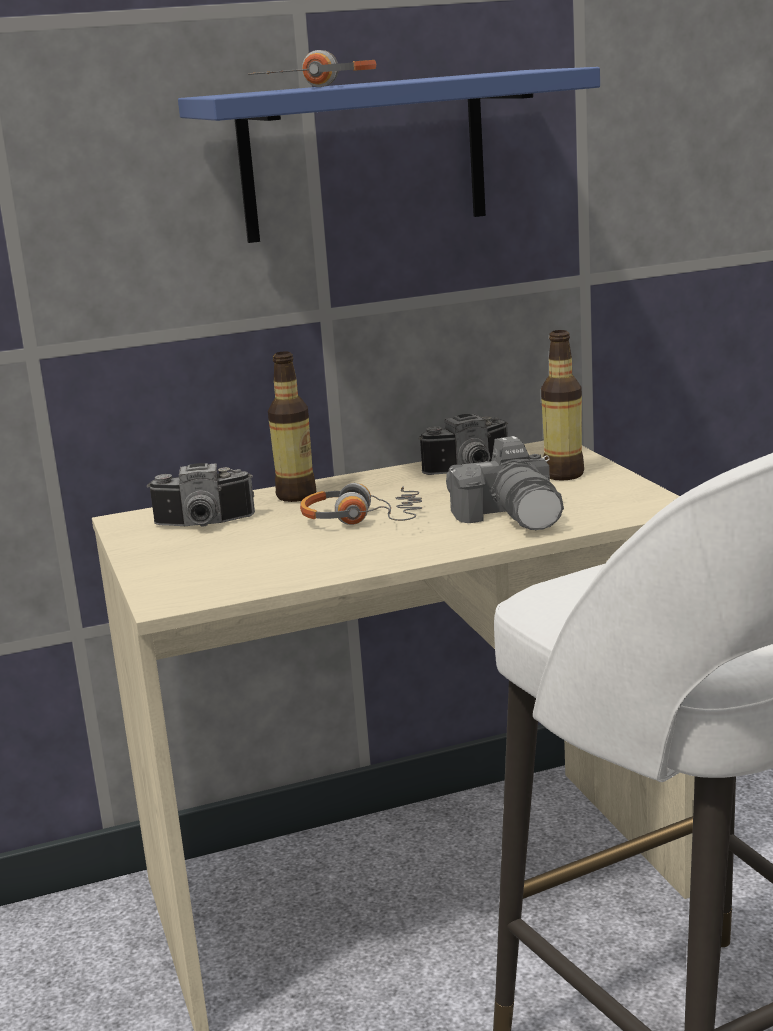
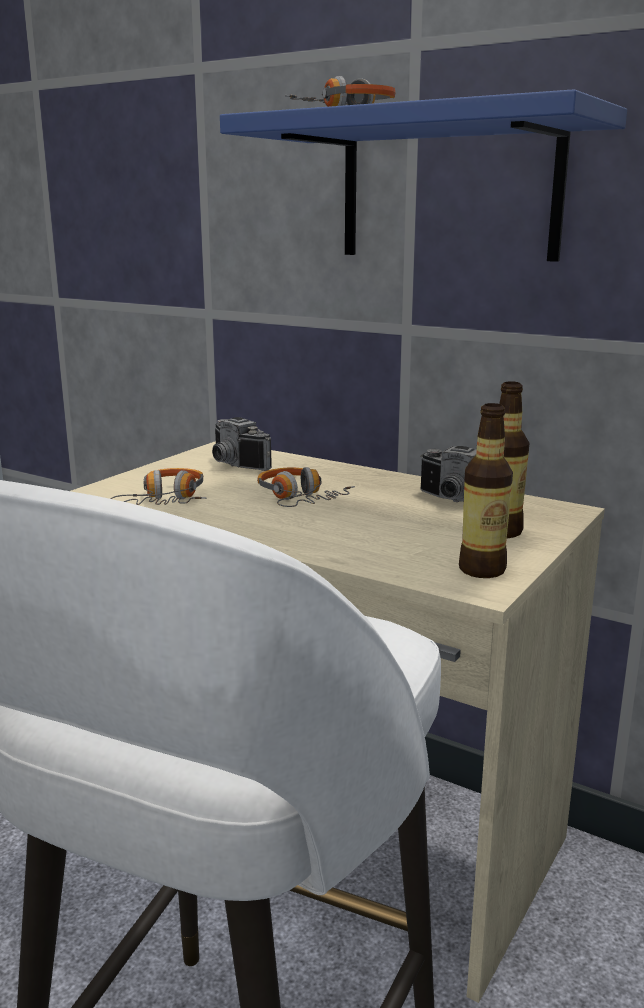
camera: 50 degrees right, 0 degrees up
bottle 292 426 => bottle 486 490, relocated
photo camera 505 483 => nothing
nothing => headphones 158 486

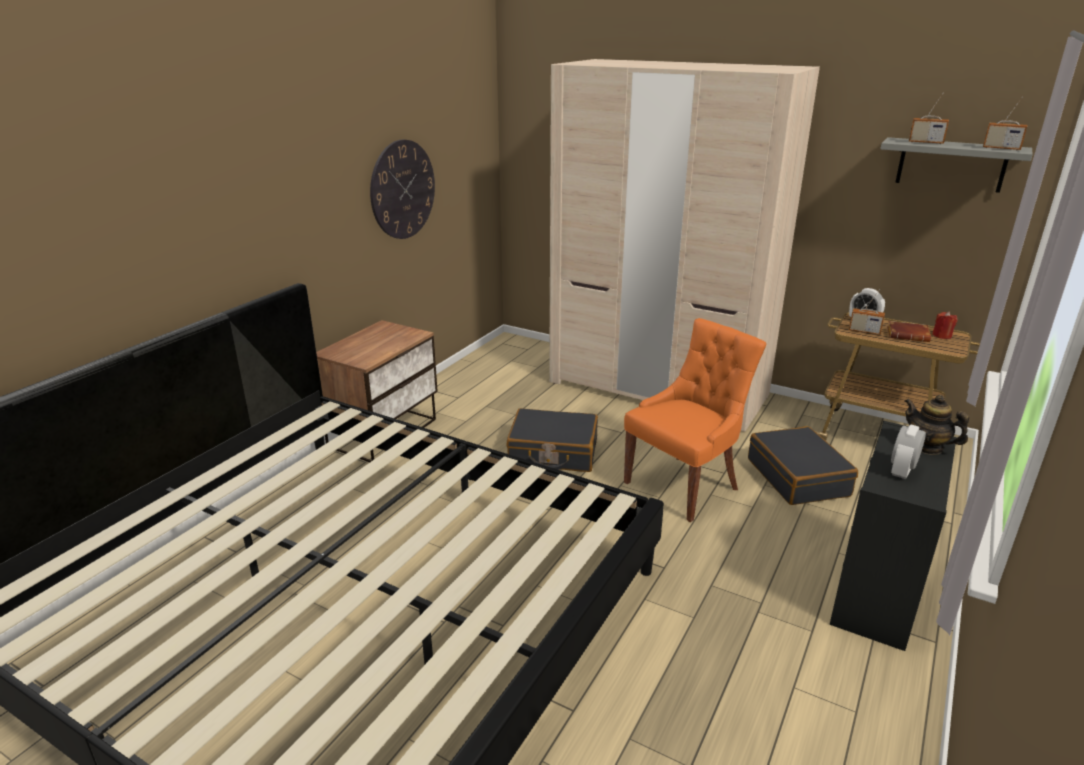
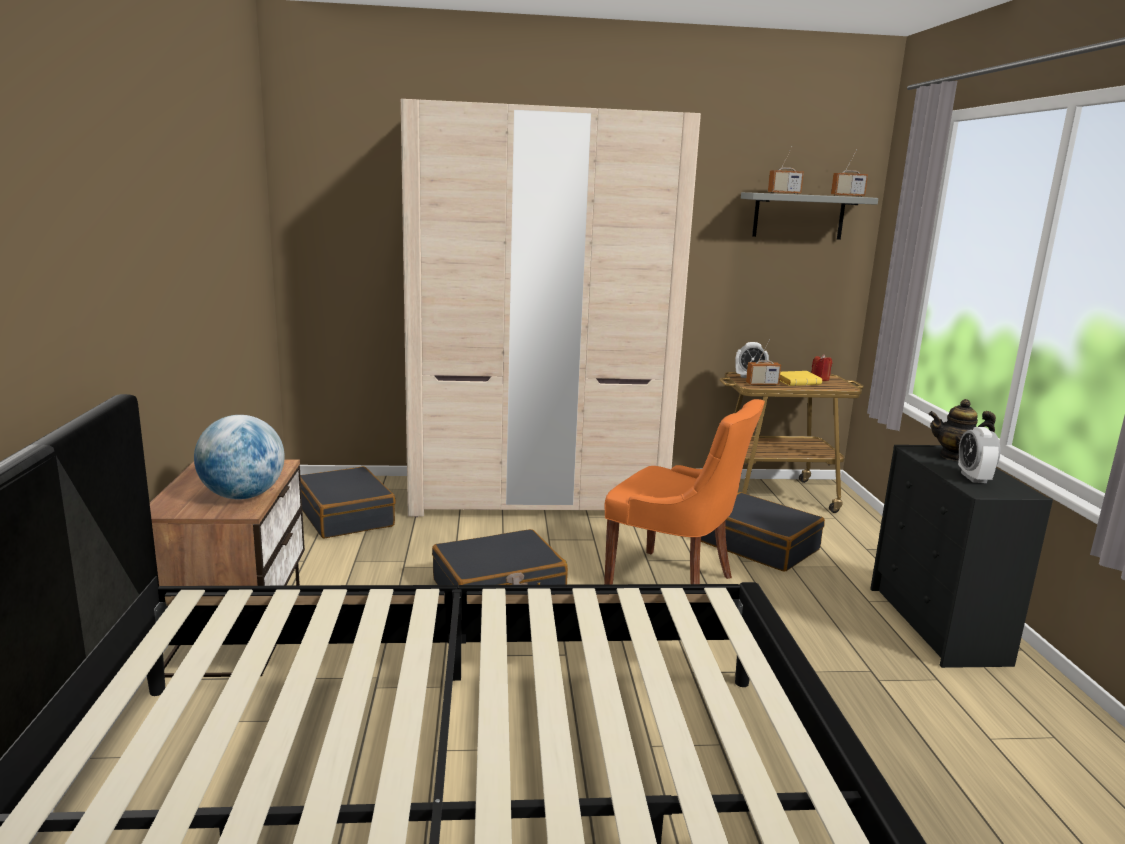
camera: 35 degrees left, 10 degrees down
wall clock 402 189 => nothing
orange chair 695 420 => orange chair 684 491, 105 degrees clockwise
brown book 909 331 => yellow book 800 378
nothing => globe 239 457
nothing => black suitcase 348 502

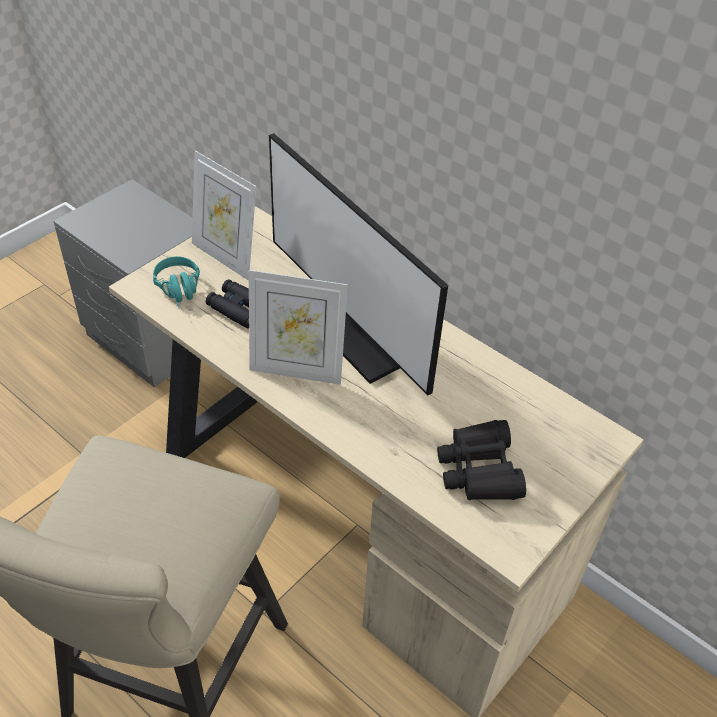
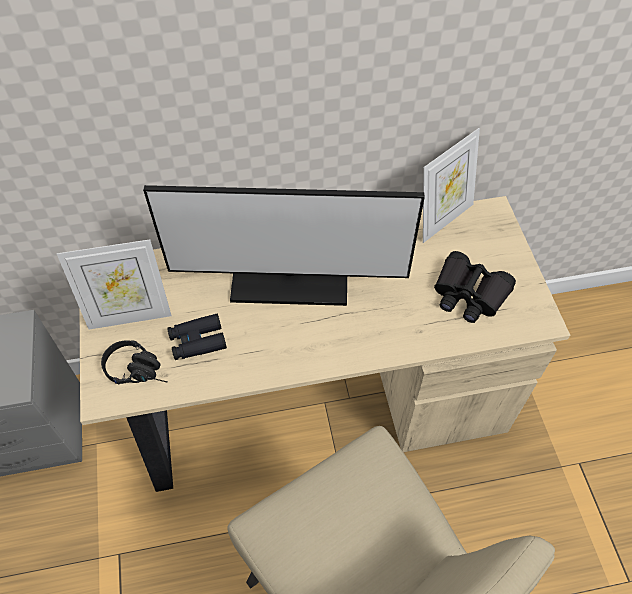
camera: 50 degrees left, 10 degrees up
turquoise headphones 176 282 => black headphones 134 362
picture frame 298 327 => picture frame 451 185, relocated

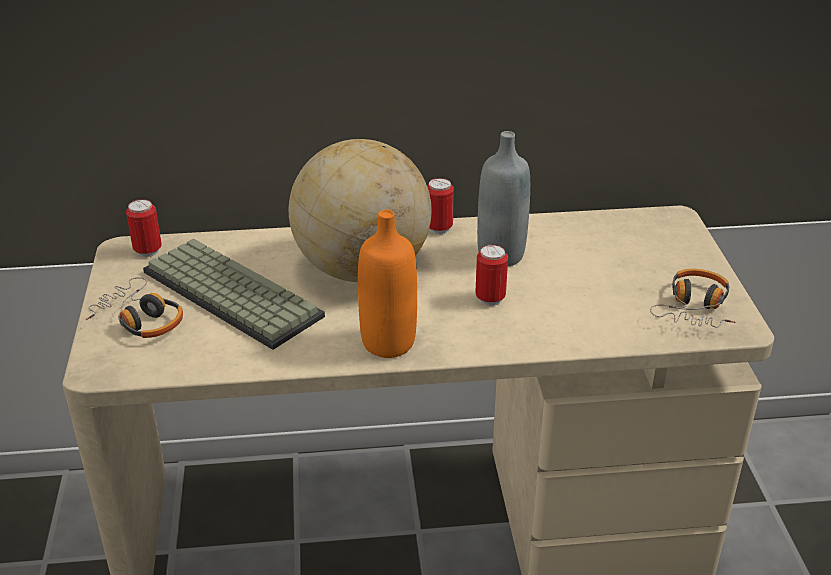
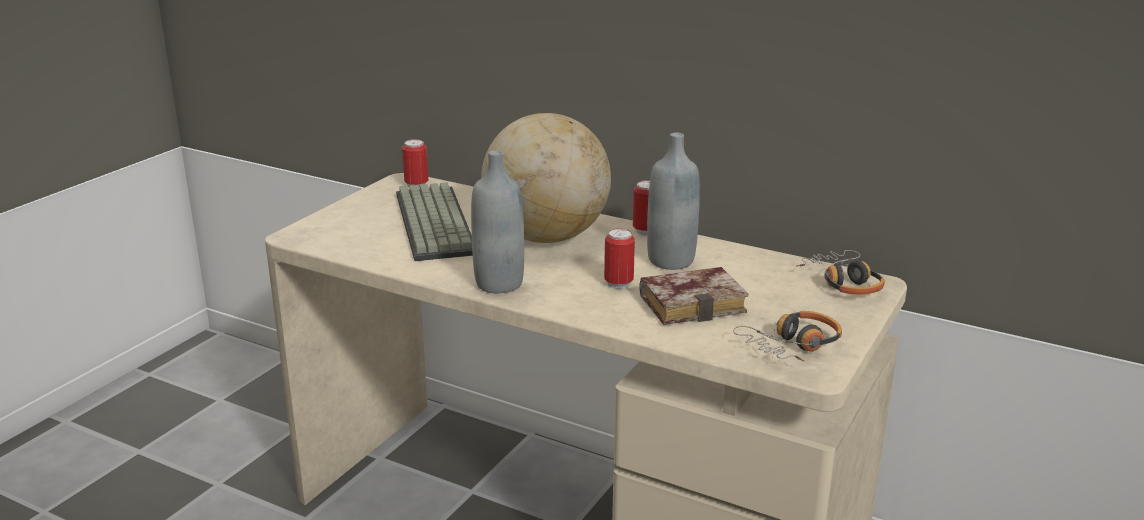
camera: 35 degrees right, 10 degrees down
headphones 134 307 => headphones 840 272, relocated
orange bottle 387 284 => grey bottle 497 221
nothing => book 693 296

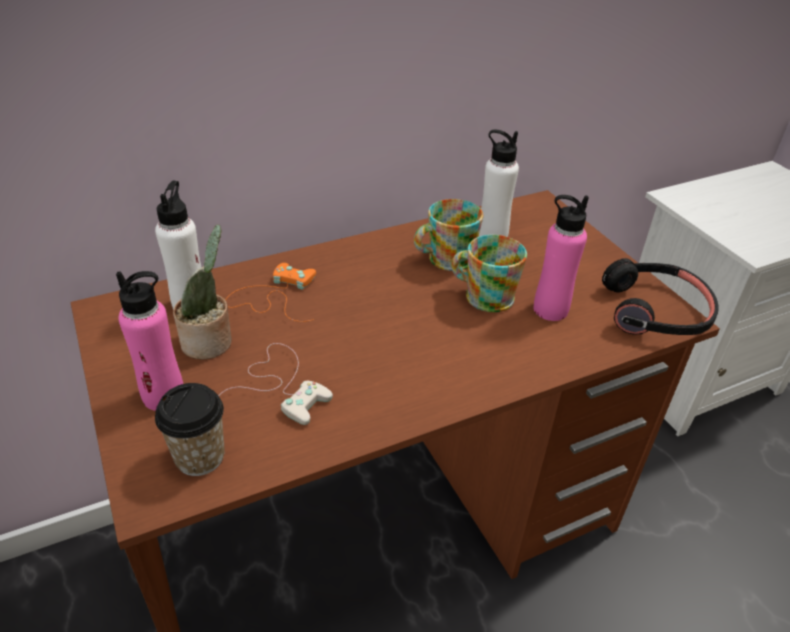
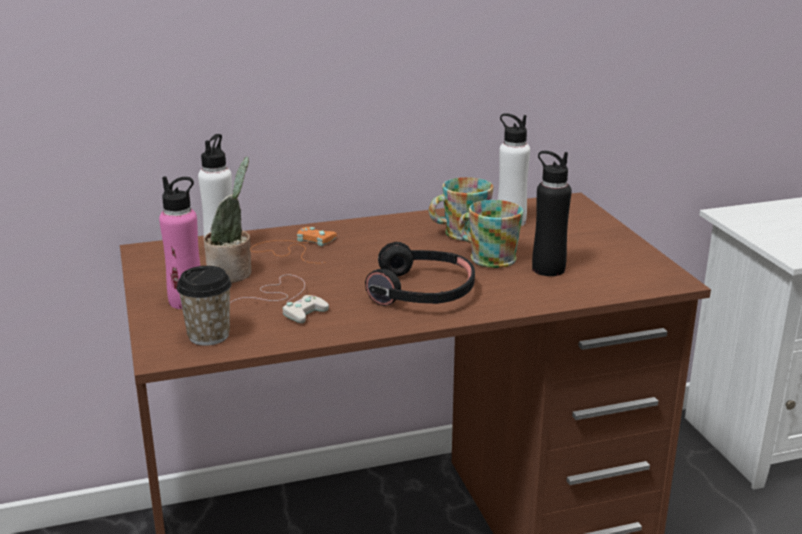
camera: 10 degrees right, 15 degrees down
pink bottle 561 258 => black bottle 552 213
black headphones 660 296 => black headphones 420 274, relocated

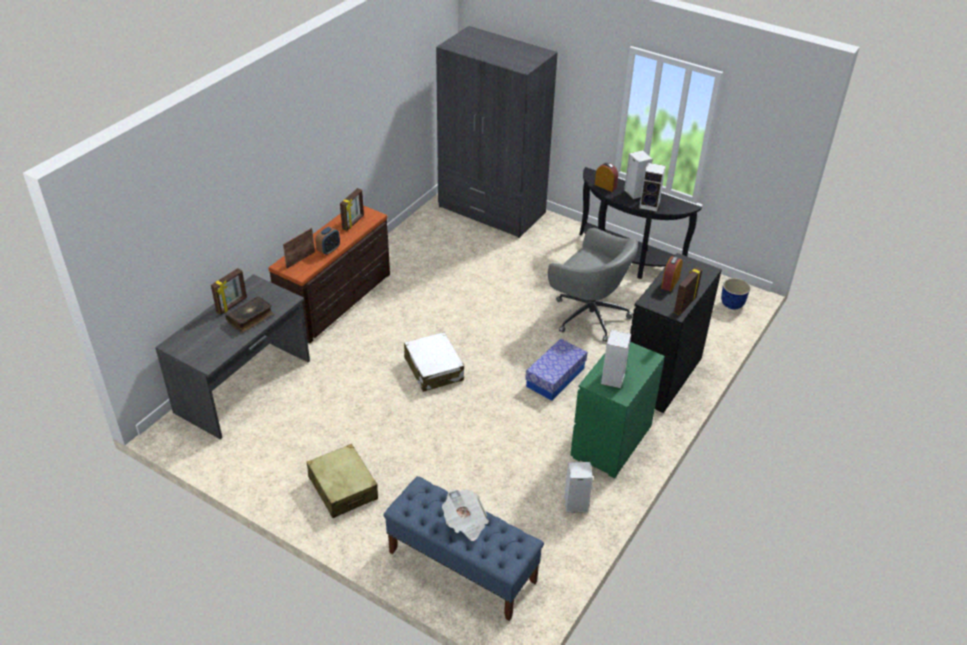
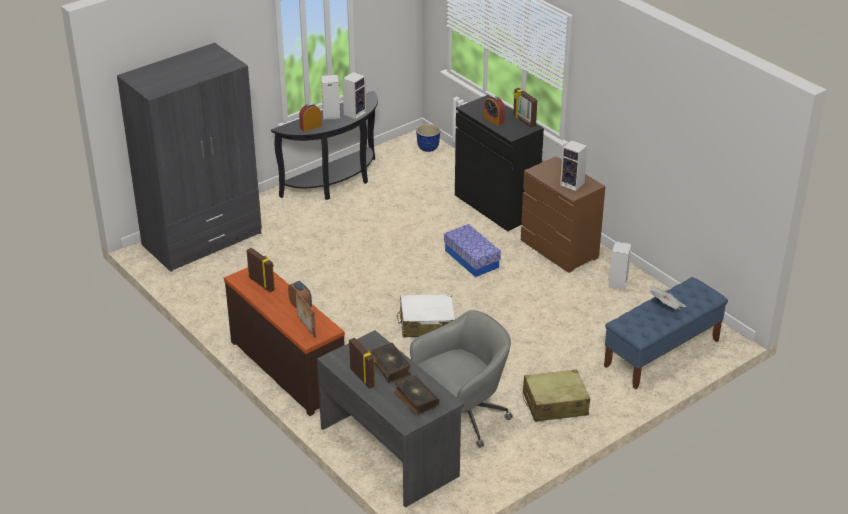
camera: 70 degrees left, 5 degrees down
grey office chair 593 285 => grey office chair 461 379, relocated
green dresser 617 410 => brown dresser 563 214
nothing => book 417 395

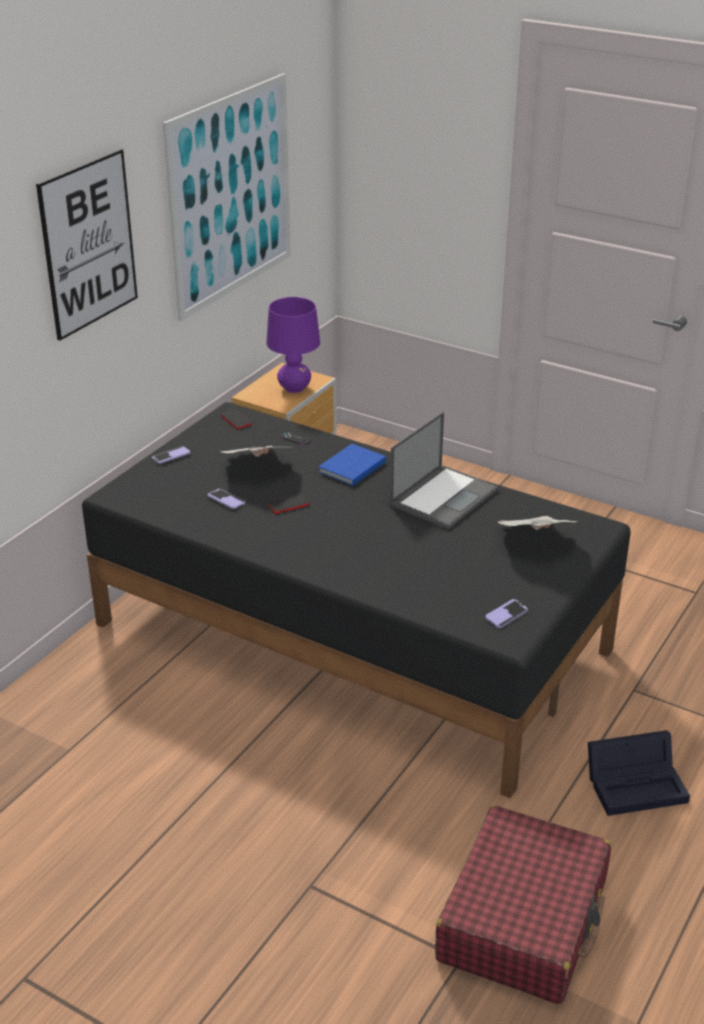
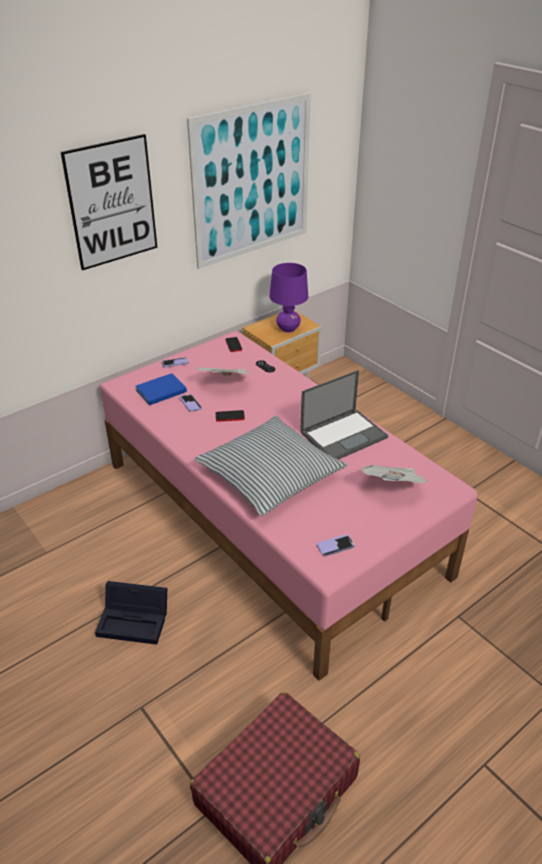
camera: 20 degrees right, 5 degrees up
black bed 356 600 => pink bed 289 506
blue book 352 465 => blue book 161 389, relocated
black storage box 639 773 => black storage box 131 613, relocated
nothing => pillow 271 466

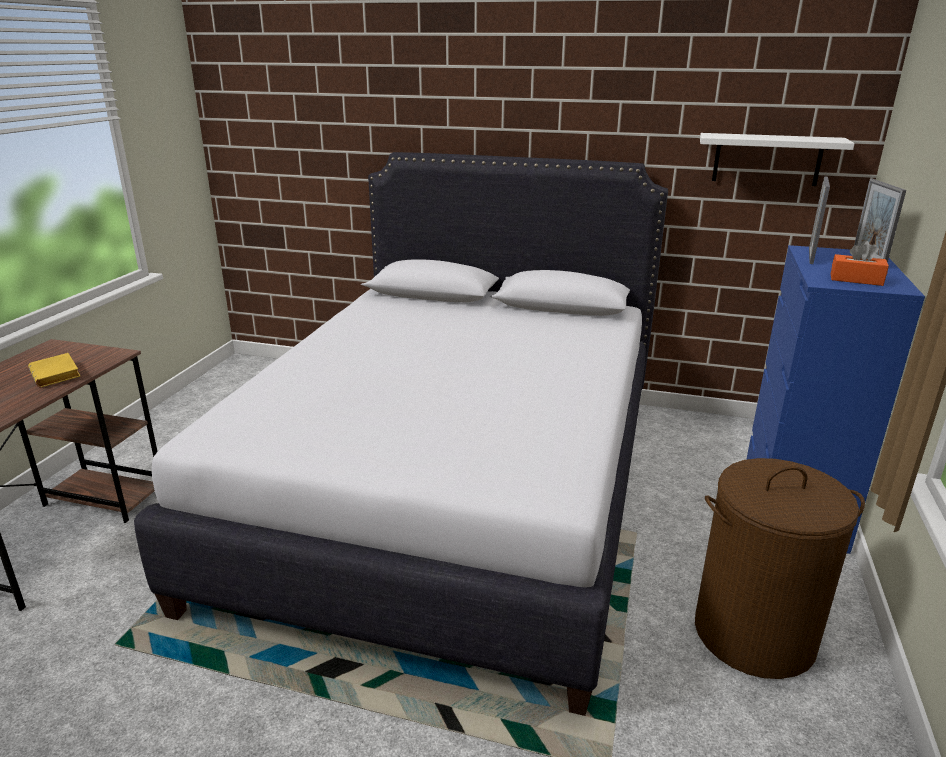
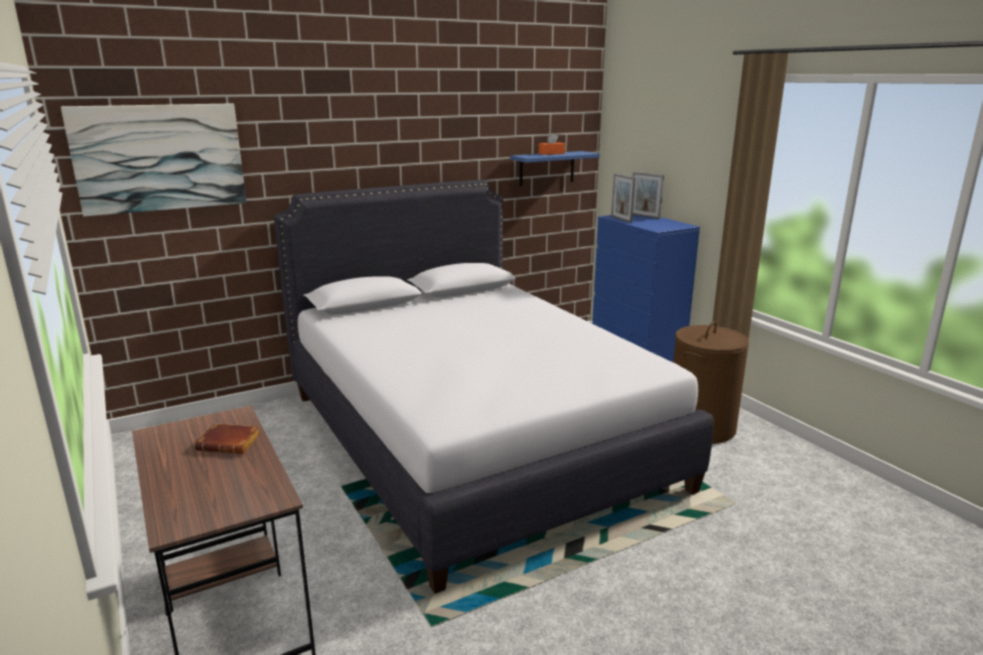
camera: 45 degrees left, 5 degrees down
yellow book 54 370 => brown book 227 438
white shelf 777 159 => blue shelf 555 168
orange tissue box 860 263 => orange tissue box 552 144, relocated
nothing => picture 153 160

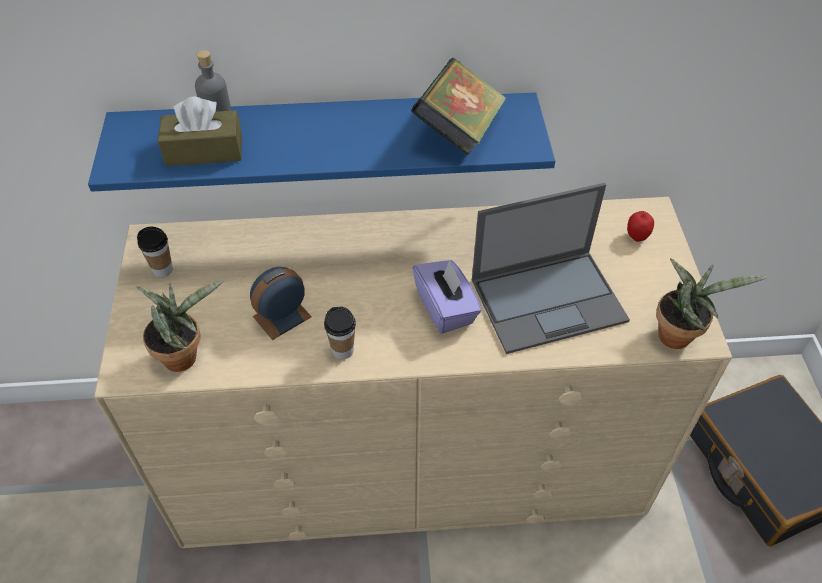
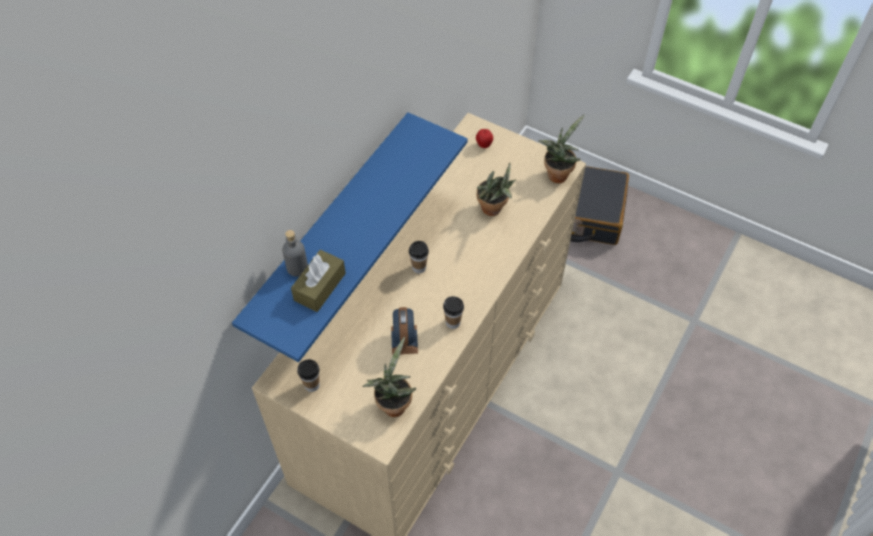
camera: 55 degrees left, 5 degrees up
book 458 106 => nothing
purple tissue box 447 297 => nothing
laptop 551 268 => potted plant 496 189
nothing => cup 419 257

